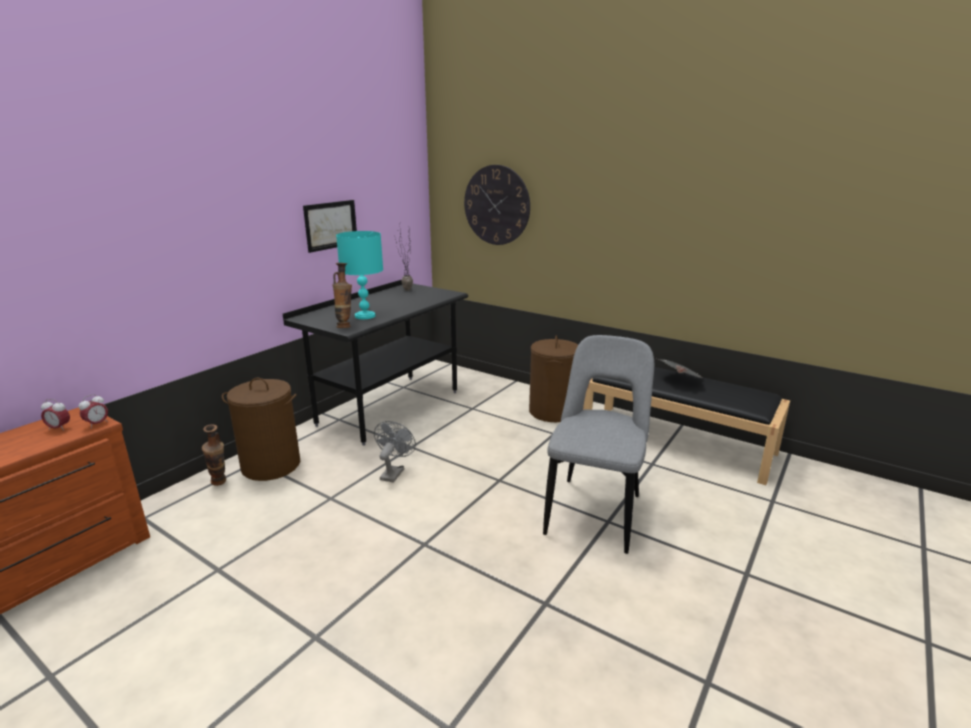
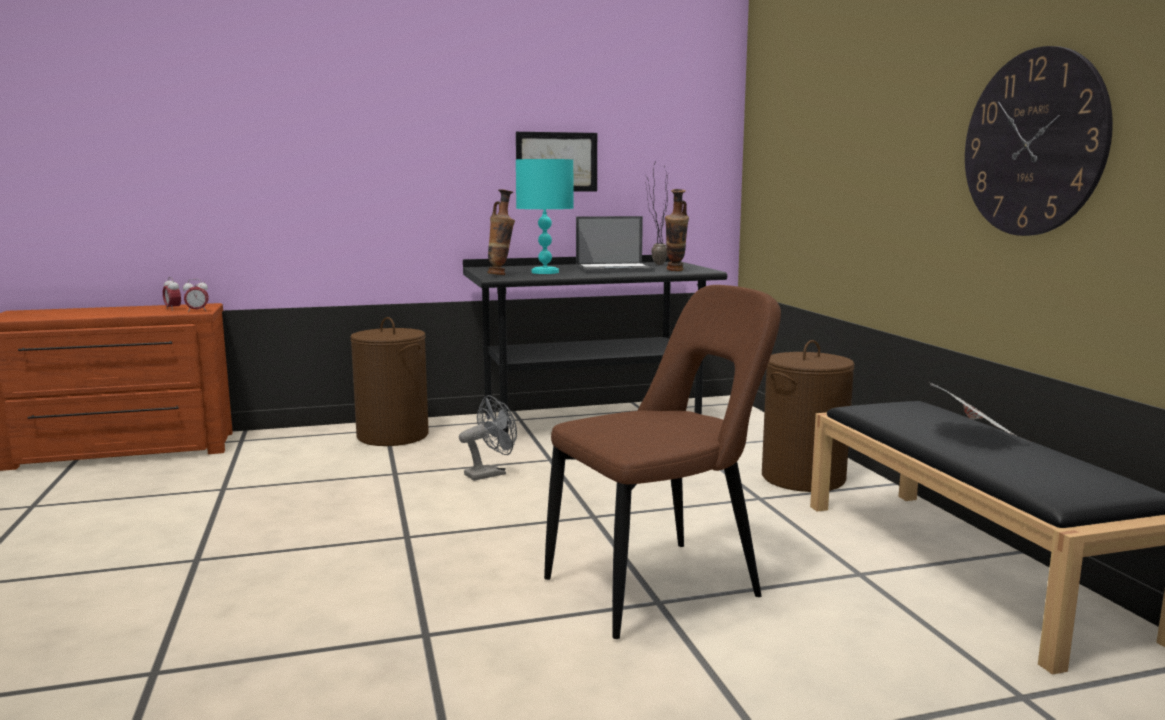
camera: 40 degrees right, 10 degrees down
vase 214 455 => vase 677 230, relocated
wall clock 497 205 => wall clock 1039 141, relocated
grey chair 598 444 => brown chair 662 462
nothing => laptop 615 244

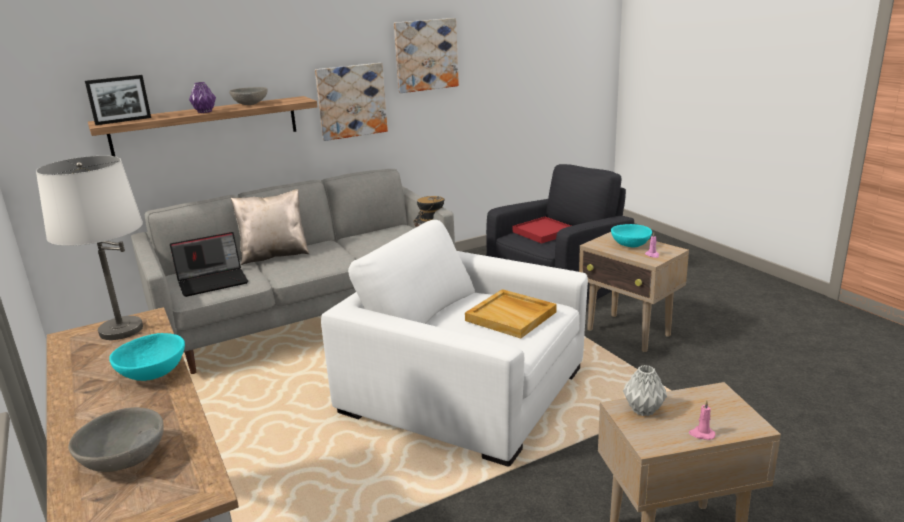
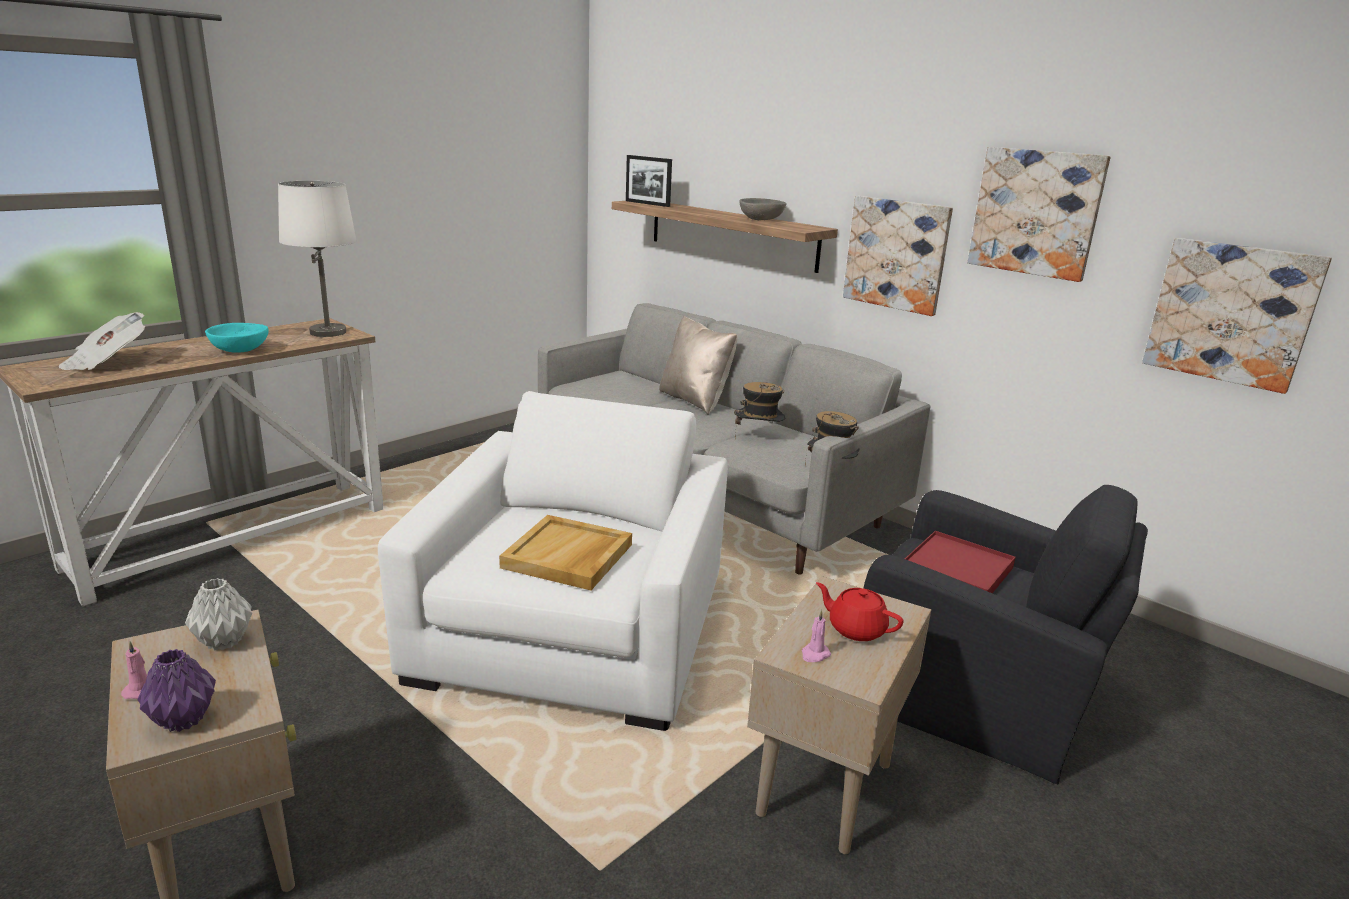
camera: 70 degrees right, 0 degrees up
grey bowl 116 439 => newspaper 102 341
laptop 209 264 => nothing
purple vase 202 97 => purple vase 176 690, relocated
turquoise bowl 631 236 => red teapot 860 611
nothing => hat 760 410
nothing => picture 1237 316

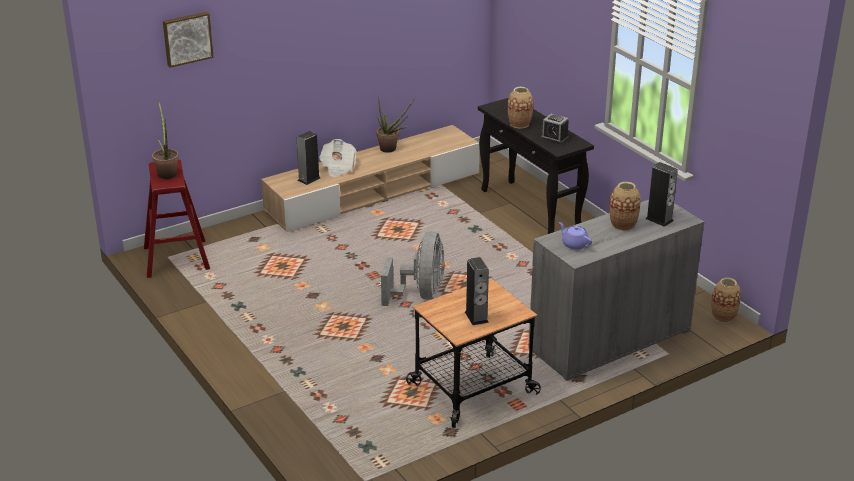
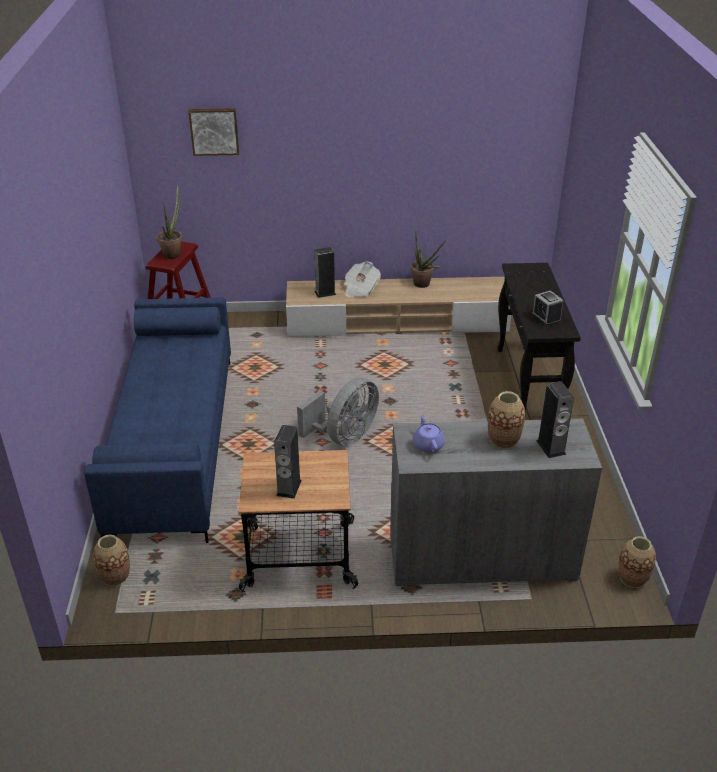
camera: 30 degrees right, 5 degrees up
vase 520 107 => vase 111 560, relocated
nothing => blue sofa 157 420

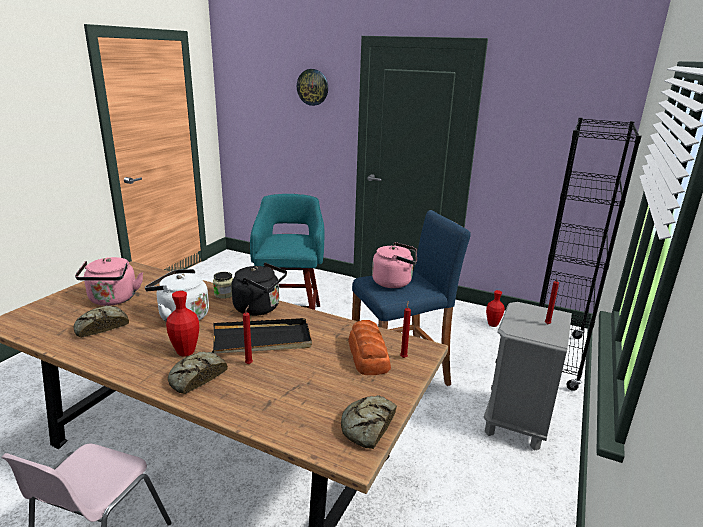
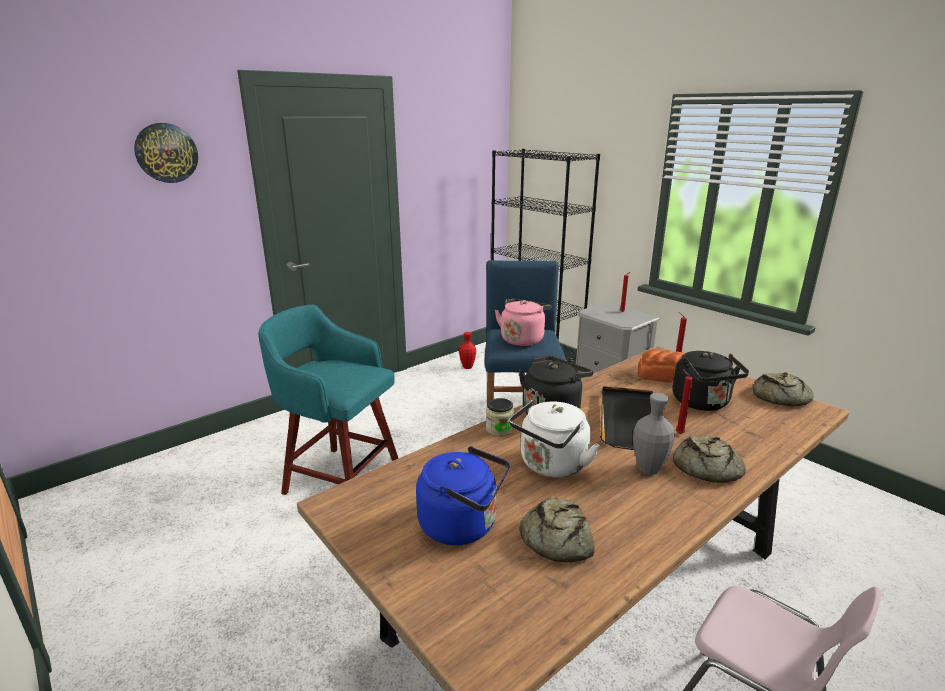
camera: 65 degrees left, 0 degrees up
pink kettle 109 281 => blue kettle 463 495
red vase 182 323 => grey vase 654 434
nothing => black kettle 711 381

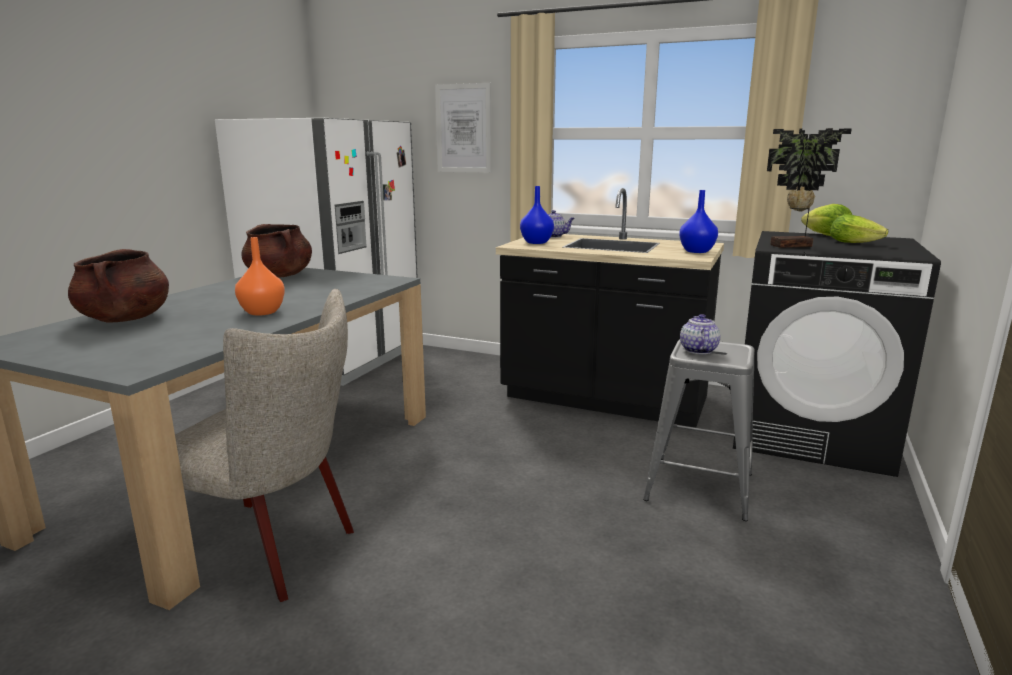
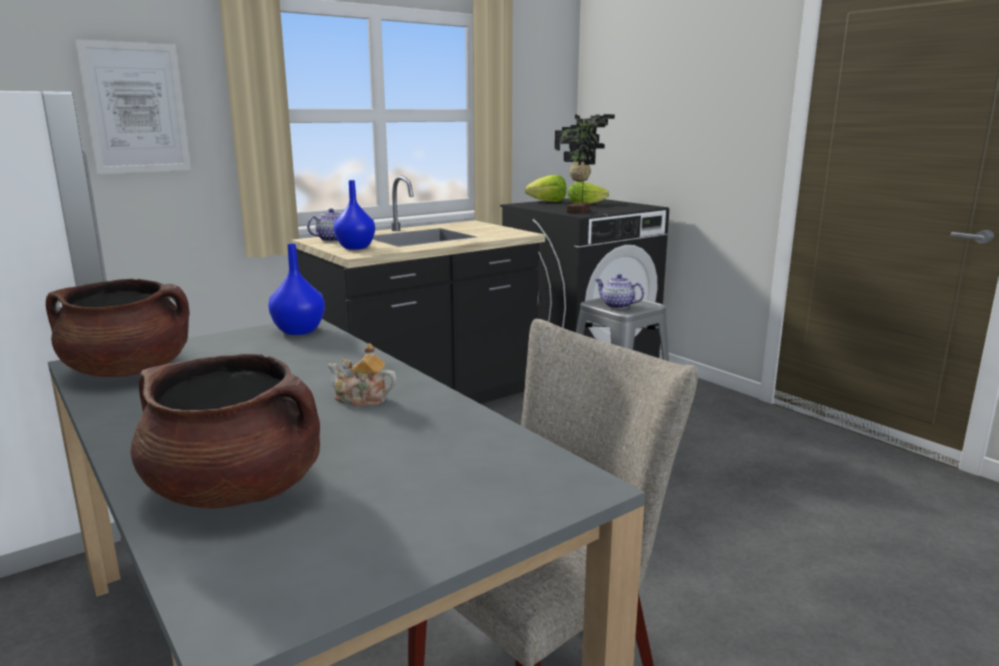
camera: 60 degrees left, 0 degrees up
orange vase 260 276 => teapot 362 375
blue vase 698 221 => blue vase 296 289, relocated

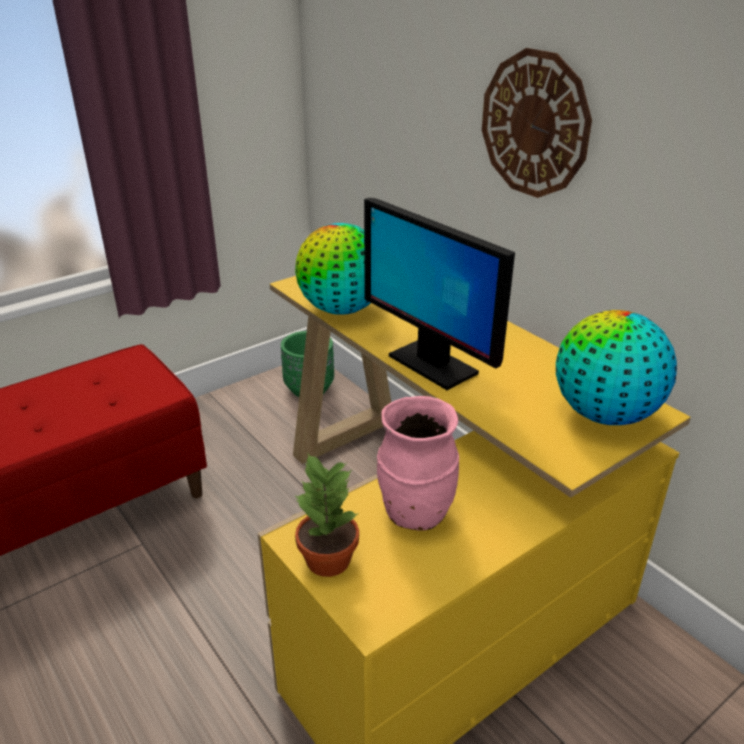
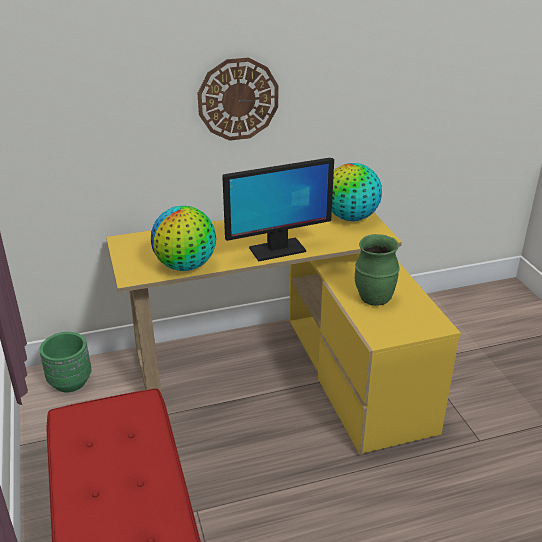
camera: 70 degrees left, 0 degrees up
potted plant 326 514 => nothing
pink vase 418 463 => green vase 377 270

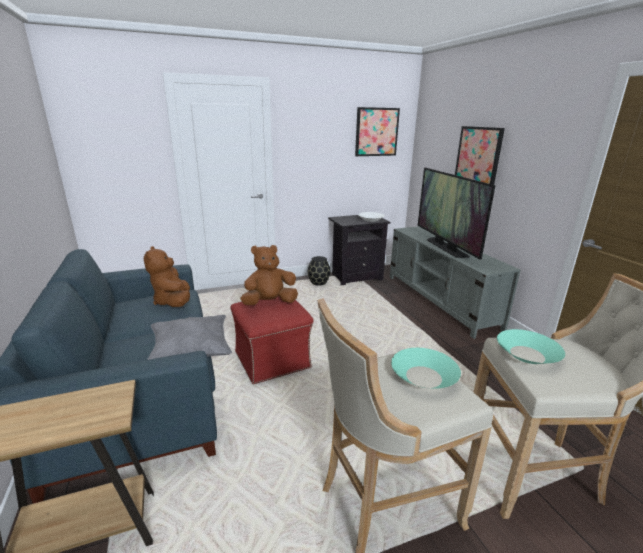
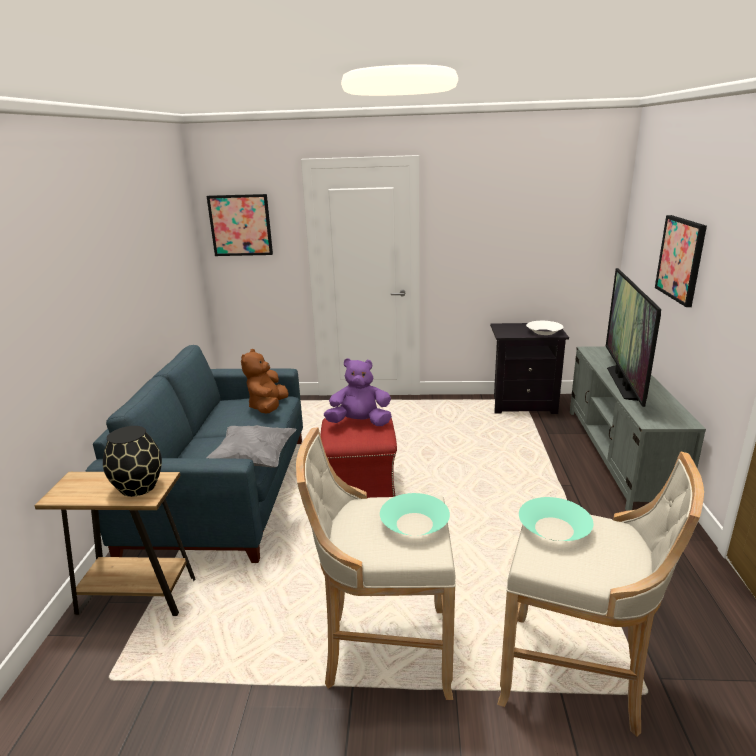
camera: 25 degrees right, 0 degrees up
brown plush toy 269 275 => purple plush toy 358 392
black vase 319 271 => black vase 132 461, relocated
picture 377 131 => picture 240 225, relocated

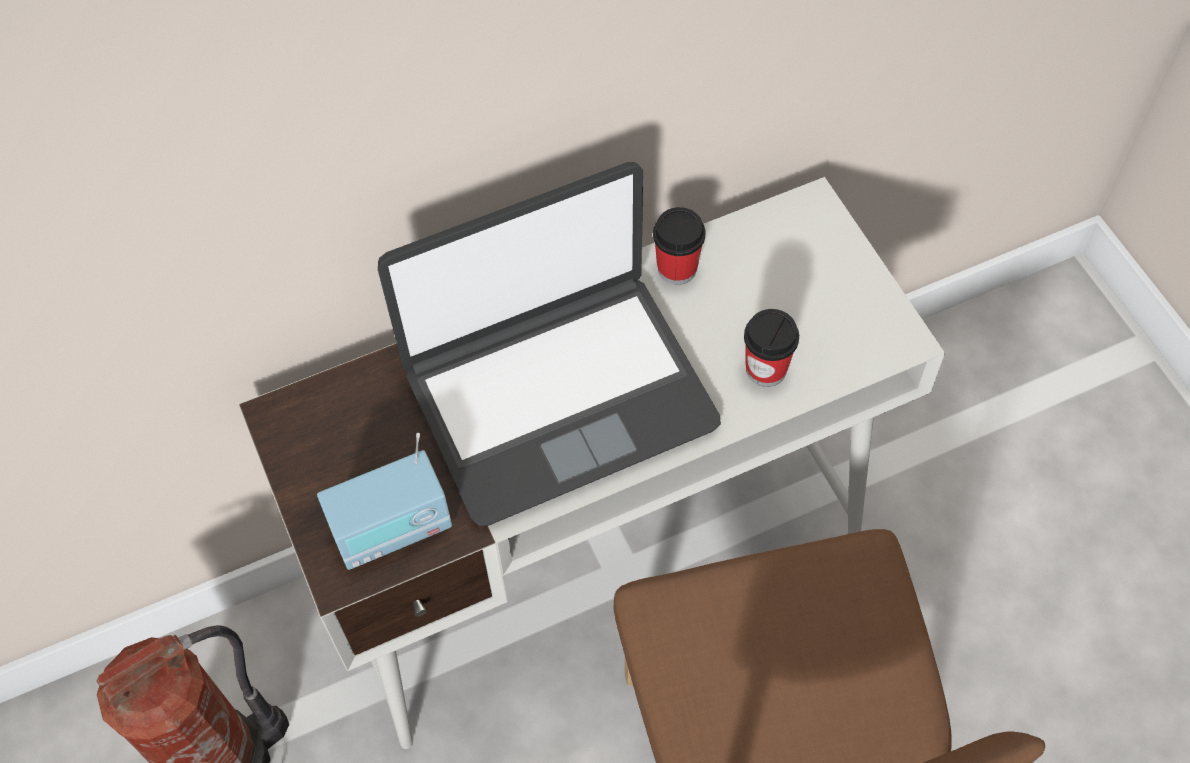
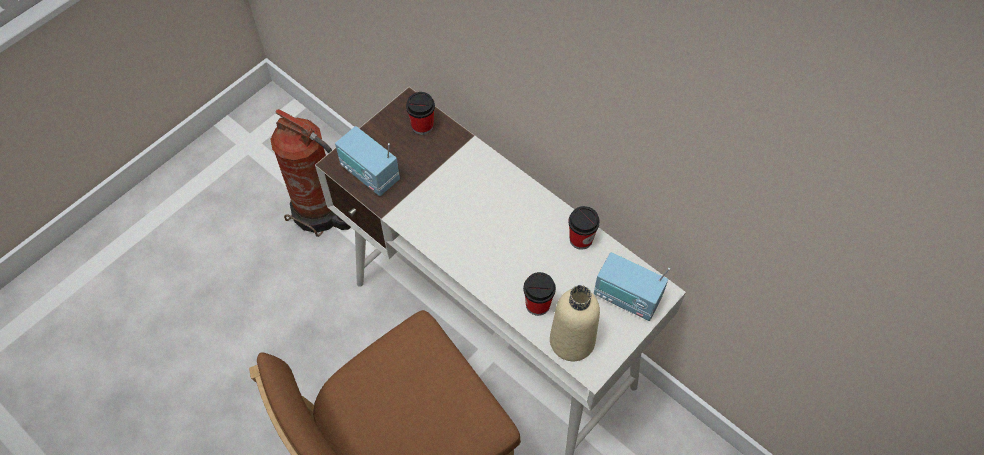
camera: 65 degrees right, 0 degrees up
laptop 549 344 => nothing
nothing => cup 420 113
nothing => beige bottle 575 323
nothing => radio 632 286

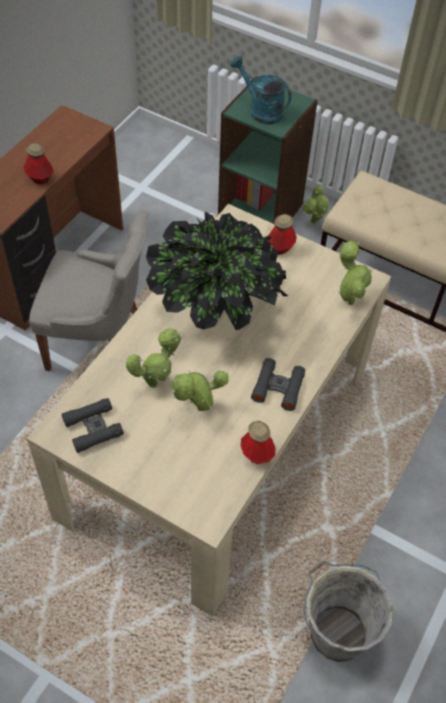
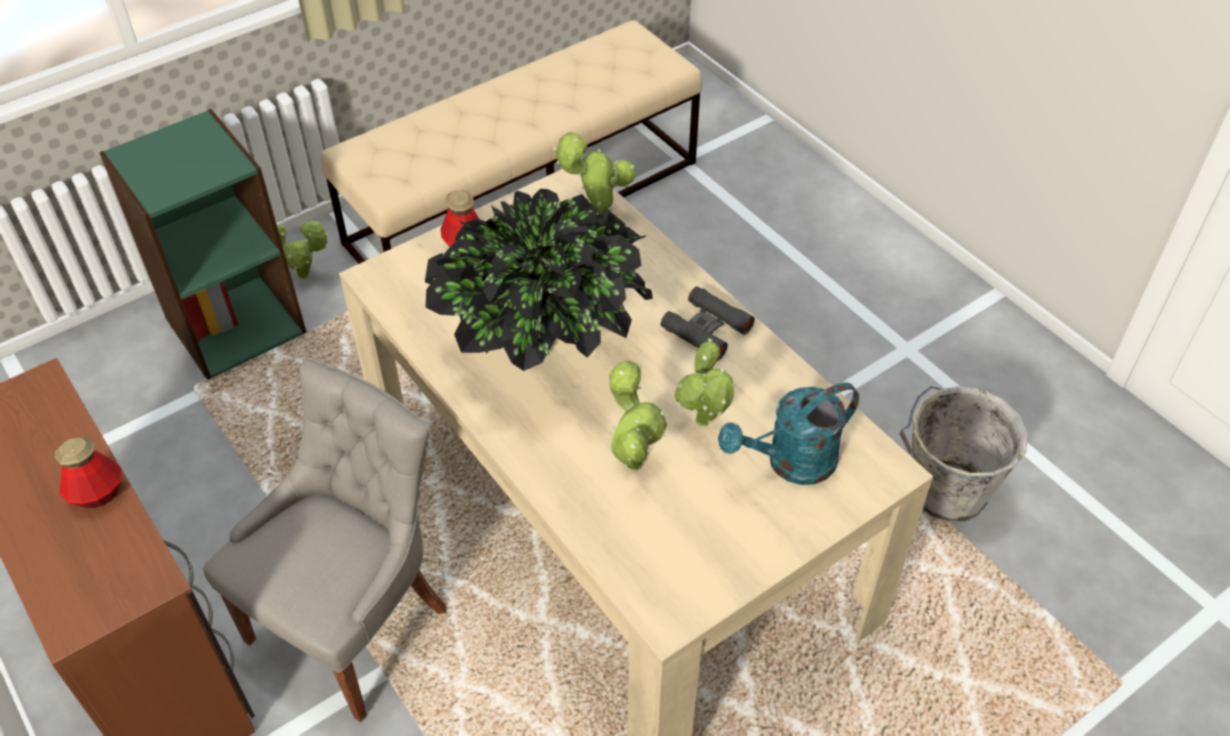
camera: 65 degrees left, 5 degrees down
black binoculars 93 425 => nothing
turquoise watering can 261 90 => turquoise watering can 788 433, relocated
bottle 258 442 => nothing

